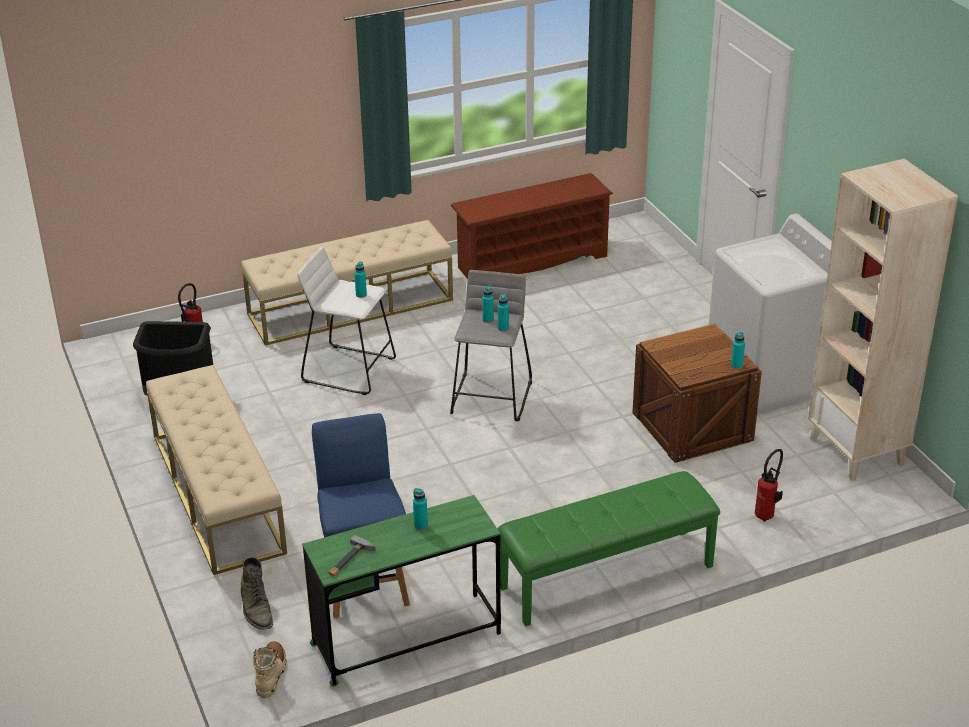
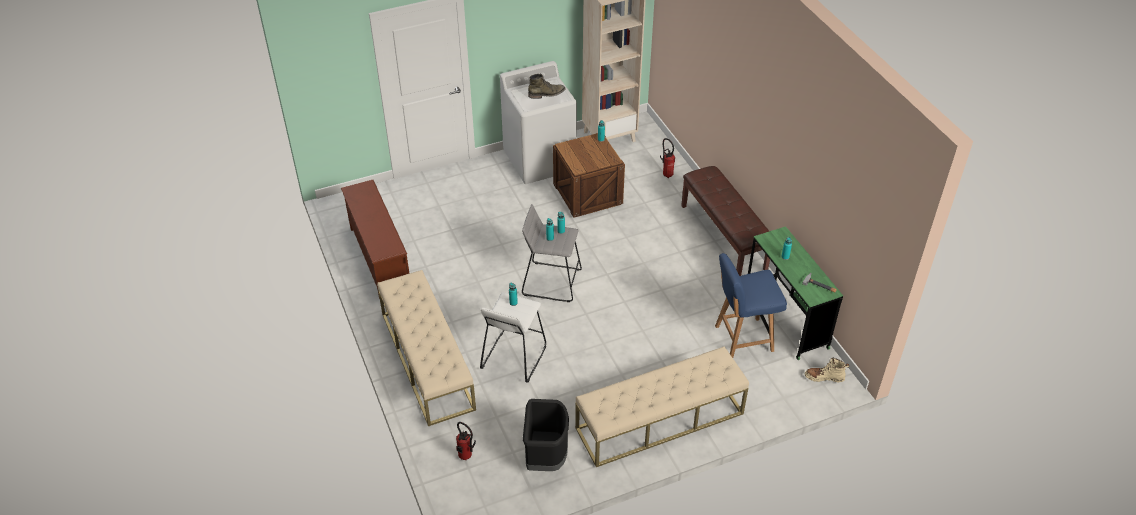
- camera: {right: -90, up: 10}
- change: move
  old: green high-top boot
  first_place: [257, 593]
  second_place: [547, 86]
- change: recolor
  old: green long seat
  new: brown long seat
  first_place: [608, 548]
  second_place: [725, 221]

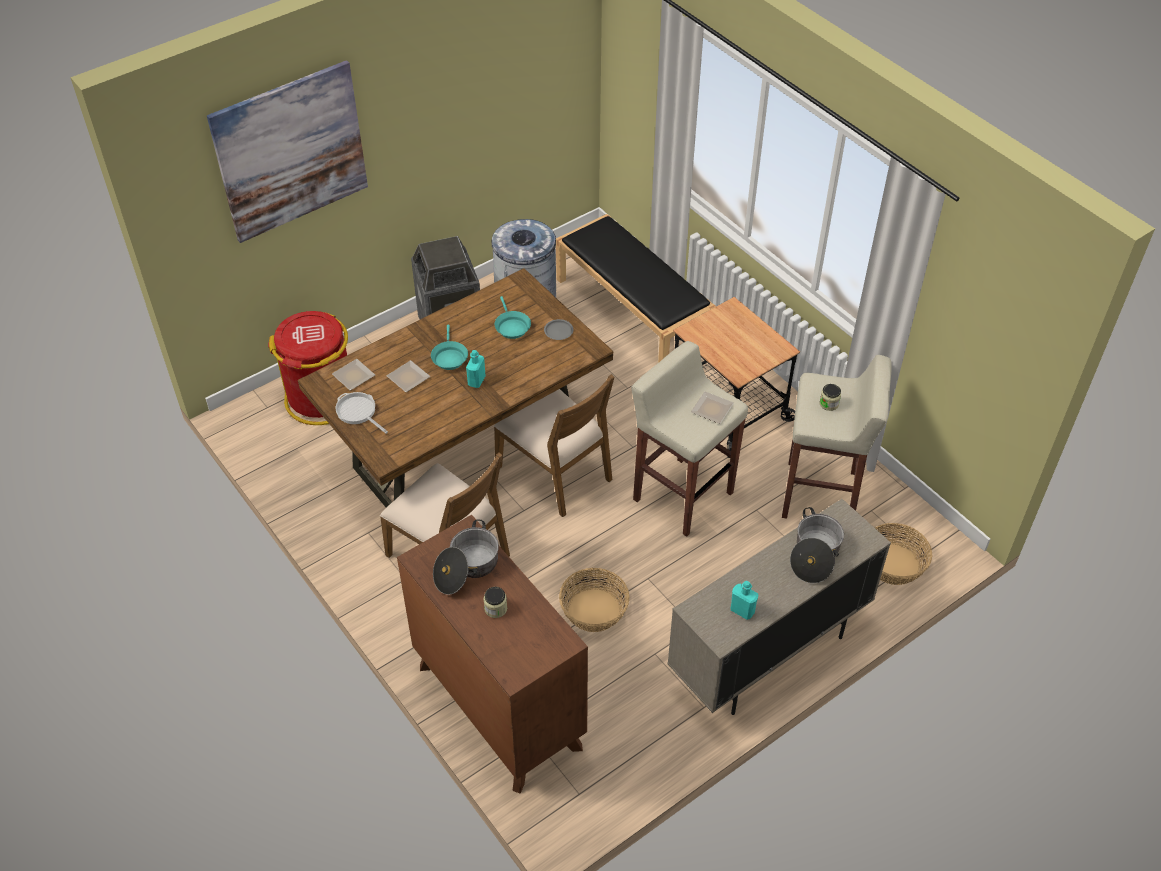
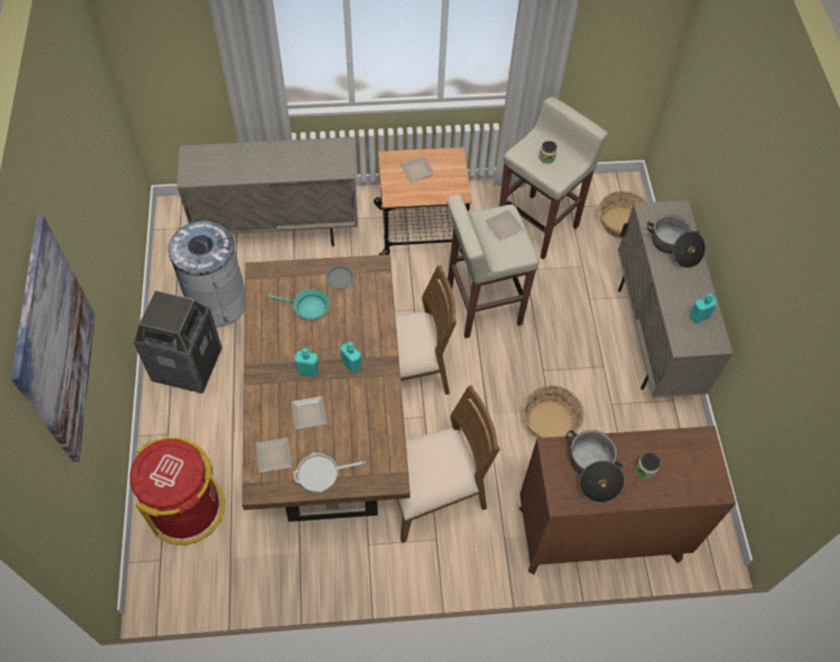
- camera: {right: -60, up: 10}
- change: insert
  new: dinner plate
  second_place: [417, 169]
- change: replace
  old: blue-green skillet
  new: blue-green beverage bottle
  first_place: [449, 347]
  second_place: [307, 362]
- change: replace
  old: black long seat
  new: sand-coloured storage cabinet
  first_place: [636, 288]
  second_place: [267, 191]

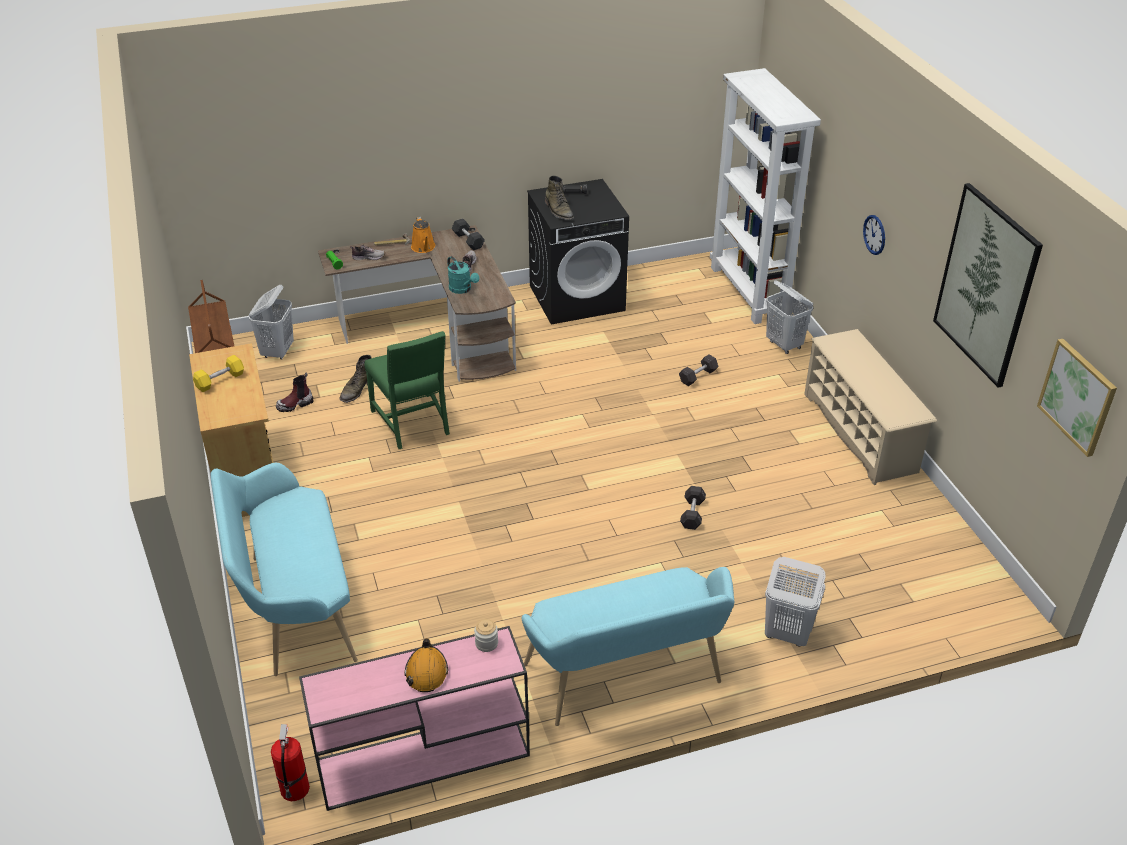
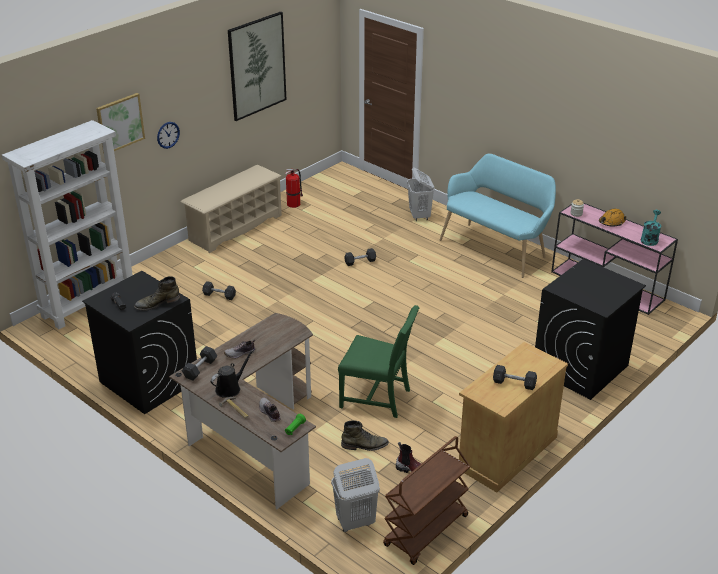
- camera: {right: -120, up: -5}
- change: delete
  old: white-coloured hamper
  first_place: [790, 317]
- change: move
  old: fire extinguisher
  first_place: [290, 762]
  second_place: [294, 188]
- change: move
  old: blue-green sprinkling can
  first_place: [463, 275]
  second_place: [651, 228]
- change: move
  old: picture
  first_place: [1077, 398]
  second_place: [120, 123]
- change: replace
  old: blue-green long seat
  new: black laundry machine
  first_place: [284, 569]
  second_place: [590, 329]
- change: recolor
  old: yellowish free weight
  new: gray free weight
  first_place: [218, 373]
  second_place: [515, 377]
- change: recolor
  old: orange sprinkling can
  new: black sprinkling can
  first_place: [423, 235]
  second_place: [232, 374]
- change: rotate
  old: green chair
  first_place: [407, 390]
  second_place: [378, 361]
  degrees: 75
- change: rotate
  old: green high-top boot
  first_place: [559, 197]
  second_place: [157, 293]
  degrees: -150

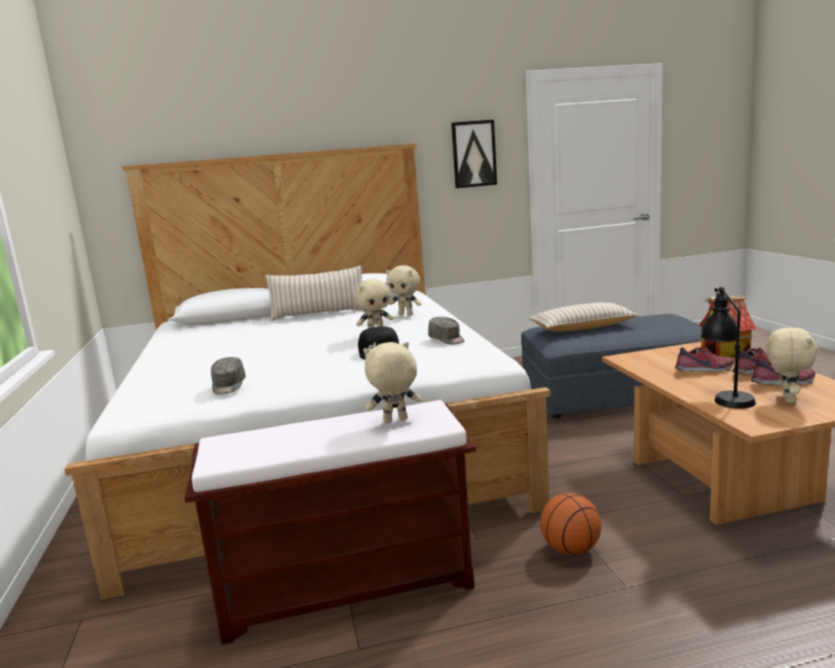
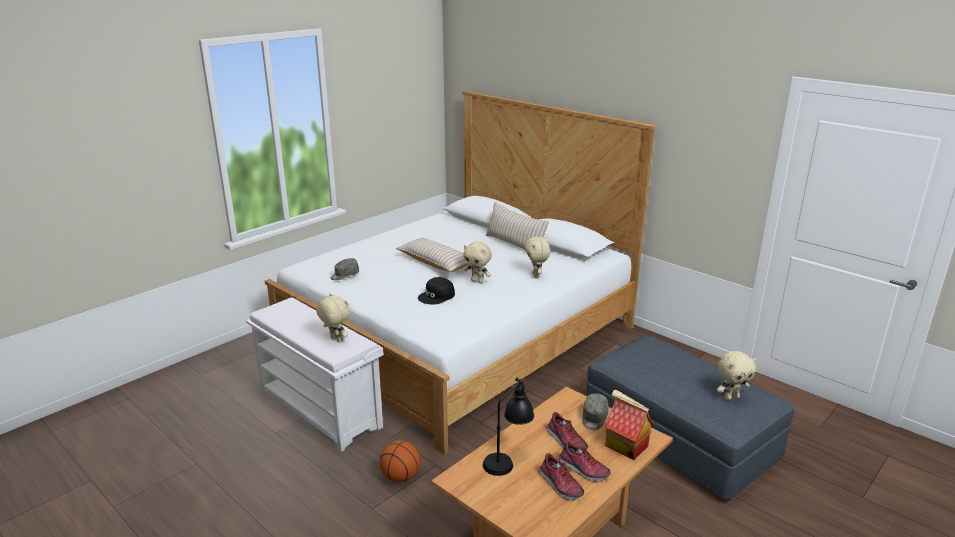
- camera: {right: 55, up: 10}
- change: delete
  old: picture
  first_place: [474, 154]
- change: move
  old: gray baseball cap
  first_place: [446, 330]
  second_place: [595, 411]
- change: move
  old: sand-coloured cushion
  first_place: [583, 316]
  second_place: [433, 255]
- change: move
  old: sand-coloured cuddly toy
  first_place: [792, 365]
  second_place: [736, 375]
- change: recolor
  old: brown long seat
  new: white-coloured long seat
  first_place: [330, 522]
  second_place: [315, 374]

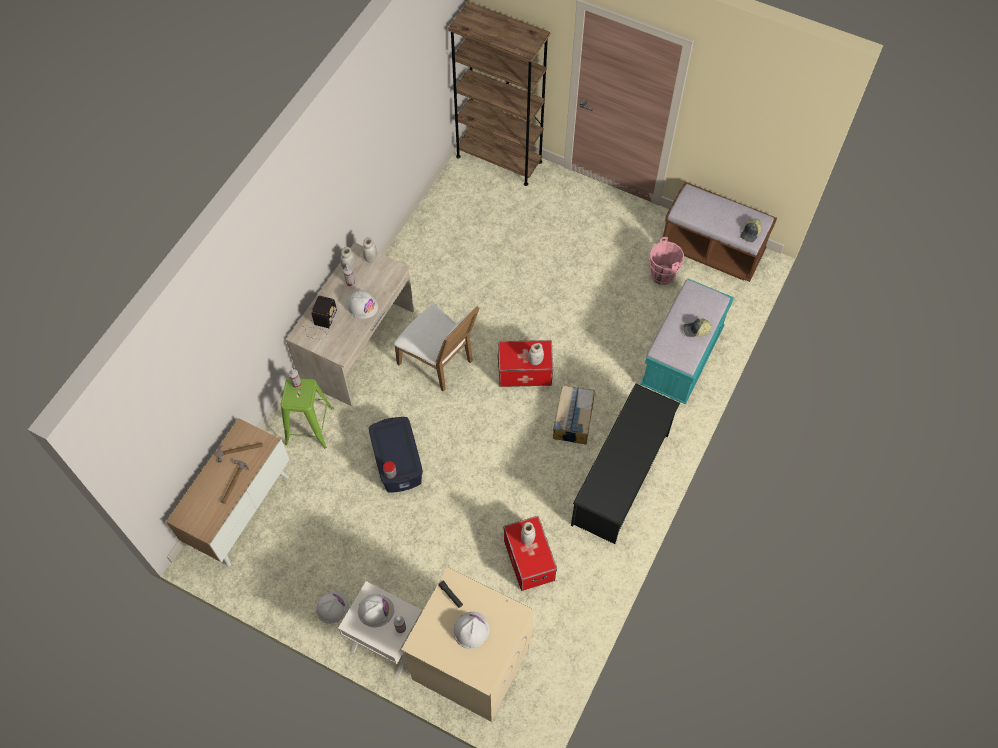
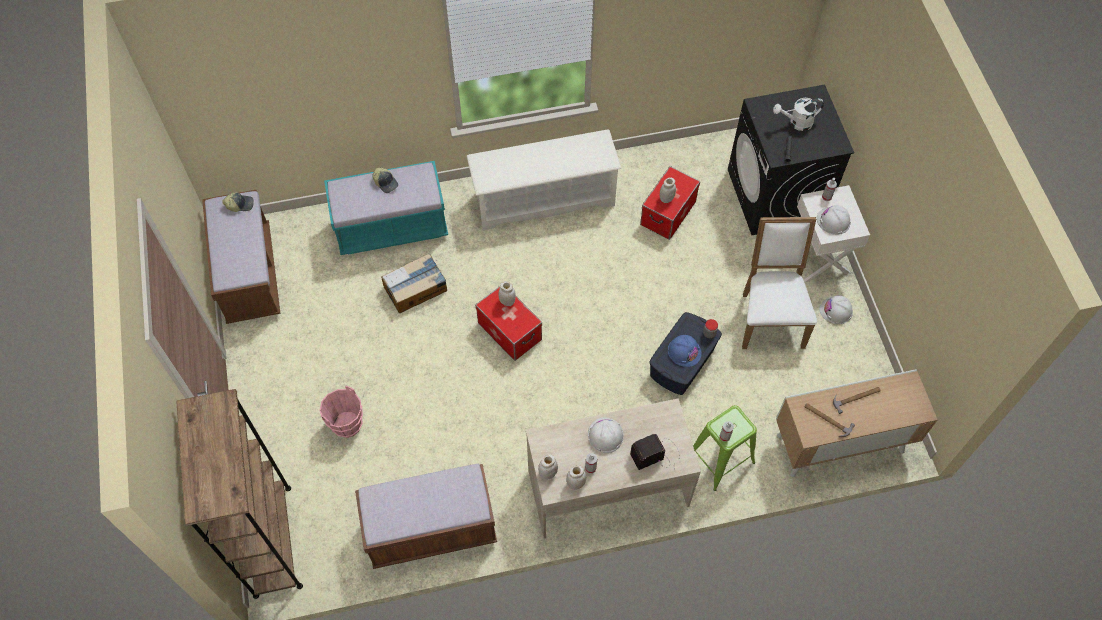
- camera: {right: -130, up: 0}
- change: insert
  new: brown long seat
  second_place: [426, 516]
- change: insert
  new: bluish work helmet
  second_place: [685, 351]
- change: move
  old: white-coloured chair
  first_place: [437, 348]
  second_place: [779, 283]
- change: move
  old: carton
  first_place: [574, 414]
  second_place: [414, 283]
- change: move
  old: pink-coloured bucket
  first_place: [666, 261]
  second_place: [341, 412]
- change: replace
  old: white-coloured work helmet
  new: white-coloured sprinkling can
  first_place: [471, 630]
  second_place: [798, 114]
- change: recolor
  old: sand-coloured laundry machine
  new: black laundry machine
  first_place: [467, 644]
  second_place: [791, 160]
- change: recolor
  old: black shoe shelf
  new: white-coloured shoe shelf
  first_place: [625, 463]
  second_place: [544, 180]

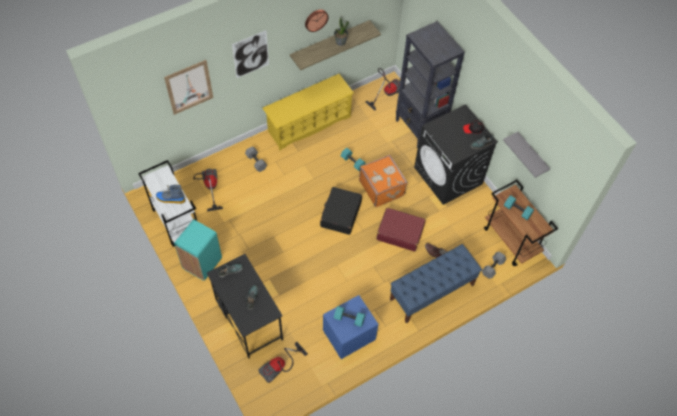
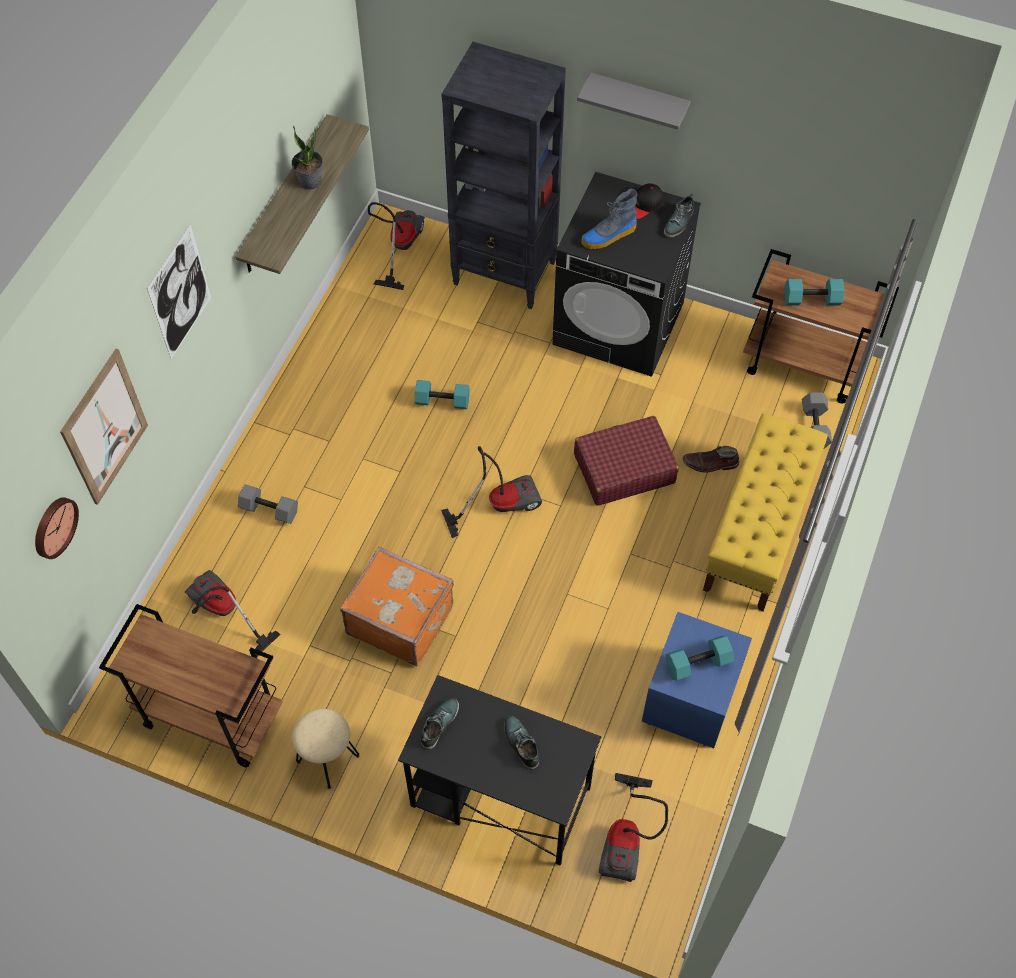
- camera: {right: -35, up: 0}
- change: delete
  old: yellowish shoe shelf
  first_place: [308, 112]
- change: move
  old: high-top boot
  first_place: [171, 194]
  second_place: [609, 219]
- change: move
  old: clock on the wall
  first_place: [316, 21]
  second_place: [57, 528]
- change: move
  old: orange suitcase
  first_place: [383, 181]
  second_place: [397, 607]
- change: move
  old: gray shelf
  first_place: [526, 155]
  second_place: [634, 101]
- change: replace
  old: blue-green rubbish bin
  new: sand-coloured stool seat
  first_place: [198, 250]
  second_place: [325, 749]
- change: replace
  old: black suitcase
  new: vacuum
  first_place: [341, 211]
  second_place: [491, 492]
- change: recolor
  old: white-coloured trolley
  new: brown trolley
  first_place: [167, 203]
  second_place: [191, 686]
- change: recolor
  old: bluish long seat
  new: yellowish long seat
  first_place: [436, 283]
  second_place: [765, 512]

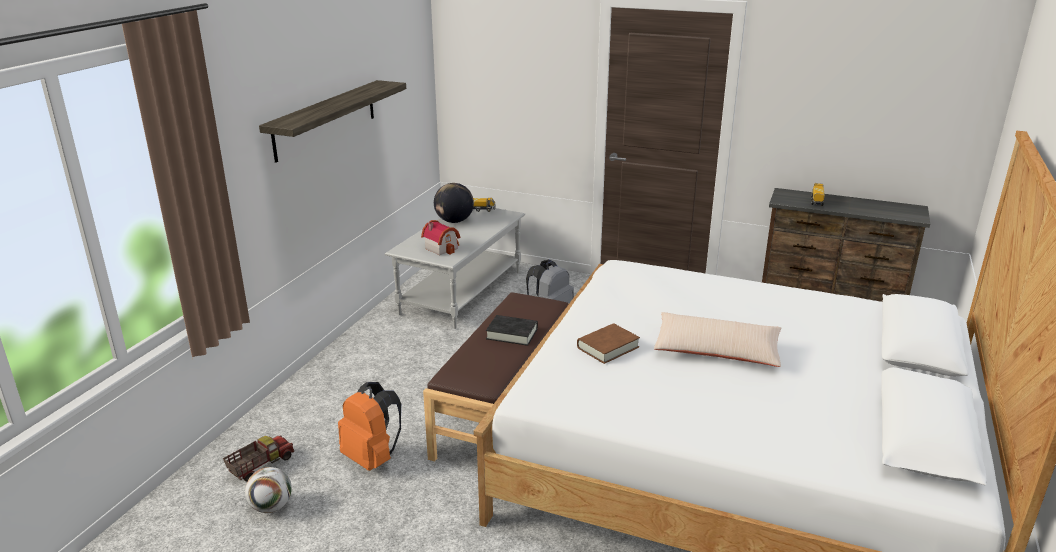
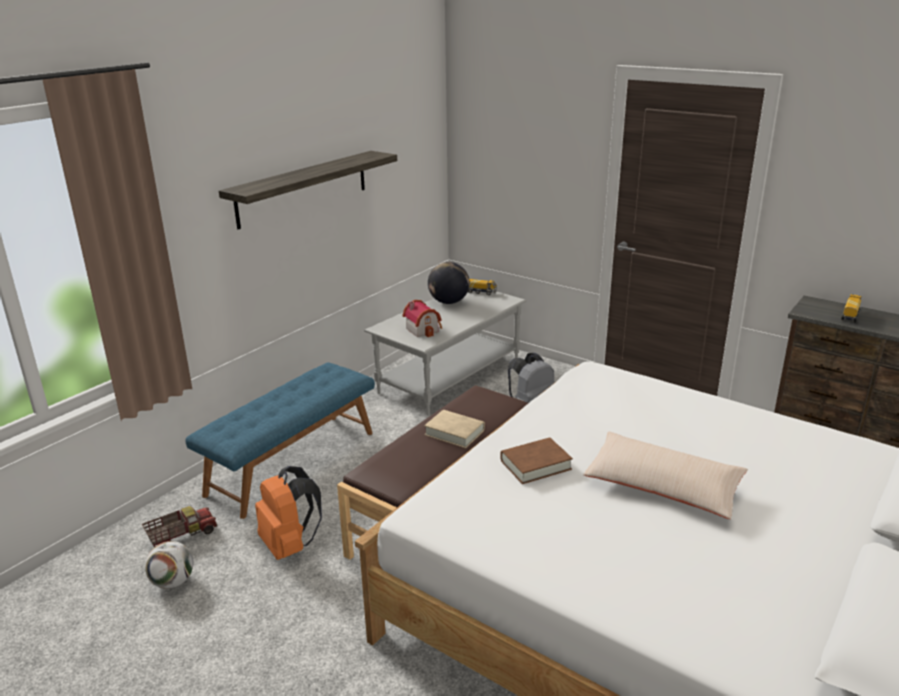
- camera: {right: 15, up: 0}
- change: insert
  new: bluish long seat
  second_place: [280, 440]
- change: recolor
  old: black bound book
  new: sand-coloured bound book
  first_place: [512, 330]
  second_place: [454, 429]

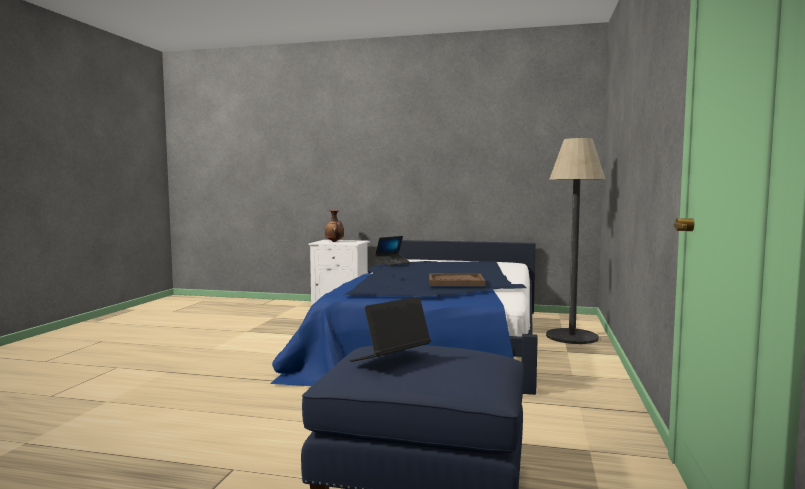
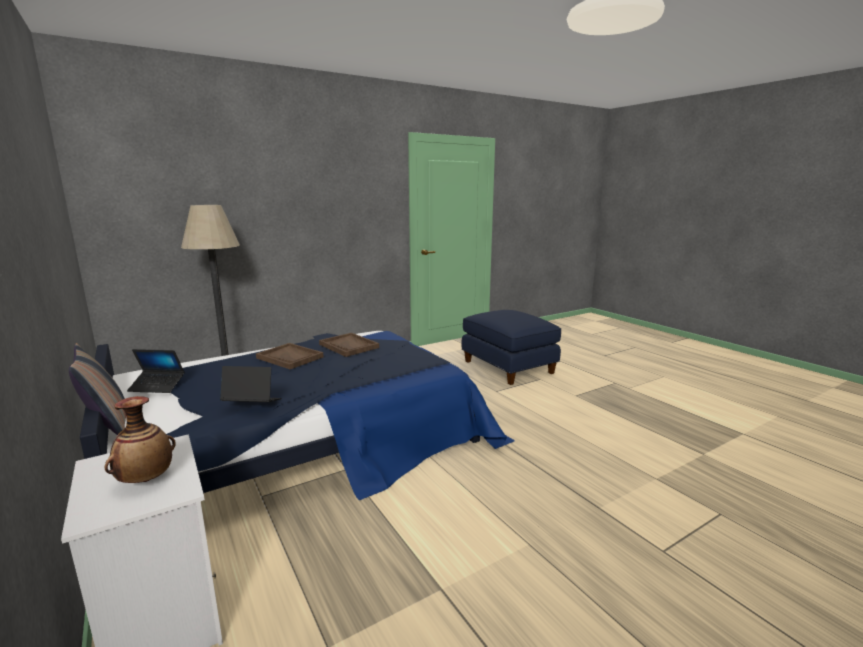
- camera: {right: -135, up: 10}
- change: insert
  new: cushion
  second_place: [97, 389]
- change: insert
  new: brown tray
  second_place: [290, 356]
- change: move
  old: notebook computer
  first_place: [390, 329]
  second_place: [156, 371]

